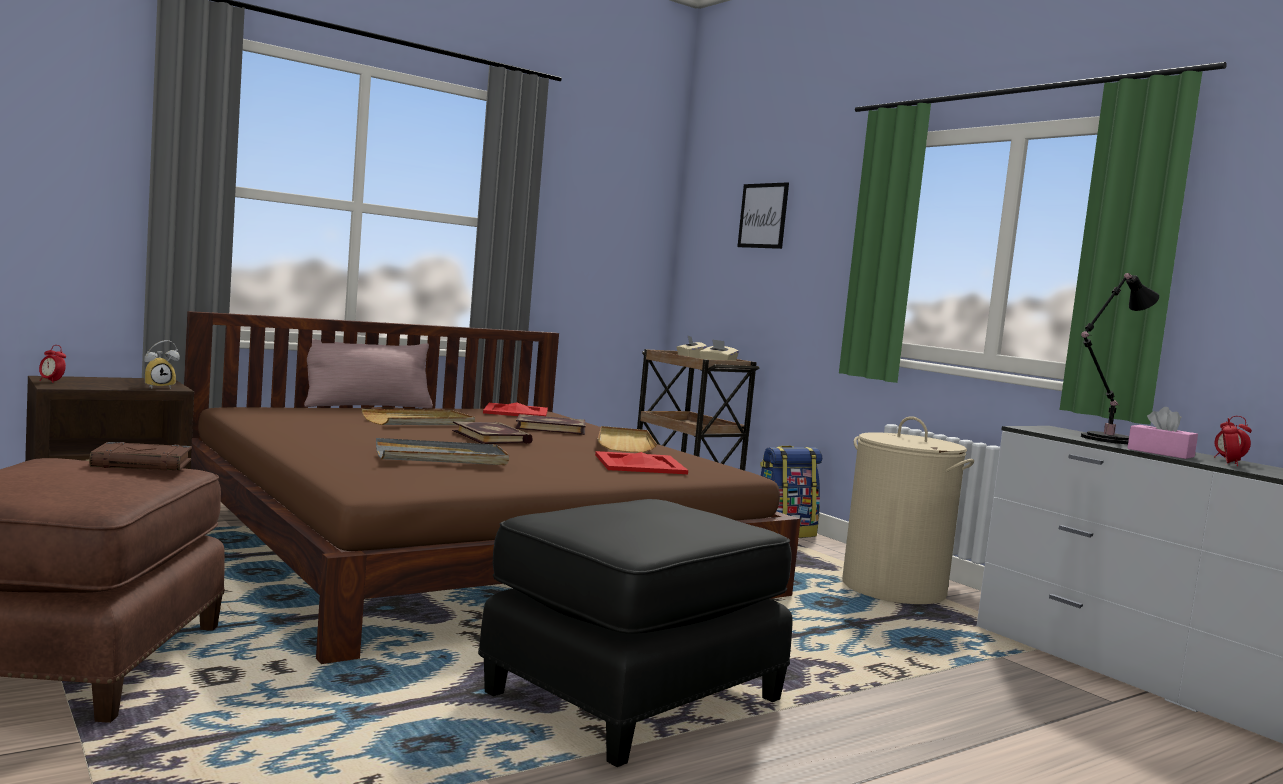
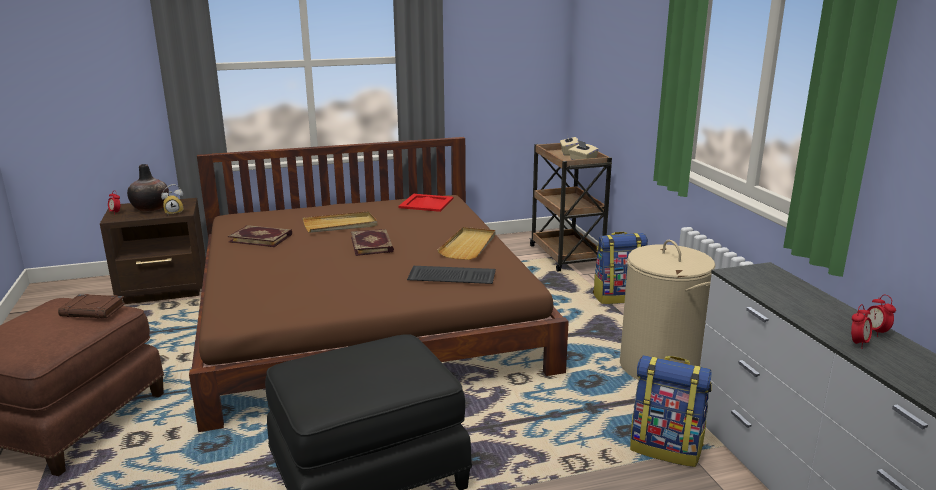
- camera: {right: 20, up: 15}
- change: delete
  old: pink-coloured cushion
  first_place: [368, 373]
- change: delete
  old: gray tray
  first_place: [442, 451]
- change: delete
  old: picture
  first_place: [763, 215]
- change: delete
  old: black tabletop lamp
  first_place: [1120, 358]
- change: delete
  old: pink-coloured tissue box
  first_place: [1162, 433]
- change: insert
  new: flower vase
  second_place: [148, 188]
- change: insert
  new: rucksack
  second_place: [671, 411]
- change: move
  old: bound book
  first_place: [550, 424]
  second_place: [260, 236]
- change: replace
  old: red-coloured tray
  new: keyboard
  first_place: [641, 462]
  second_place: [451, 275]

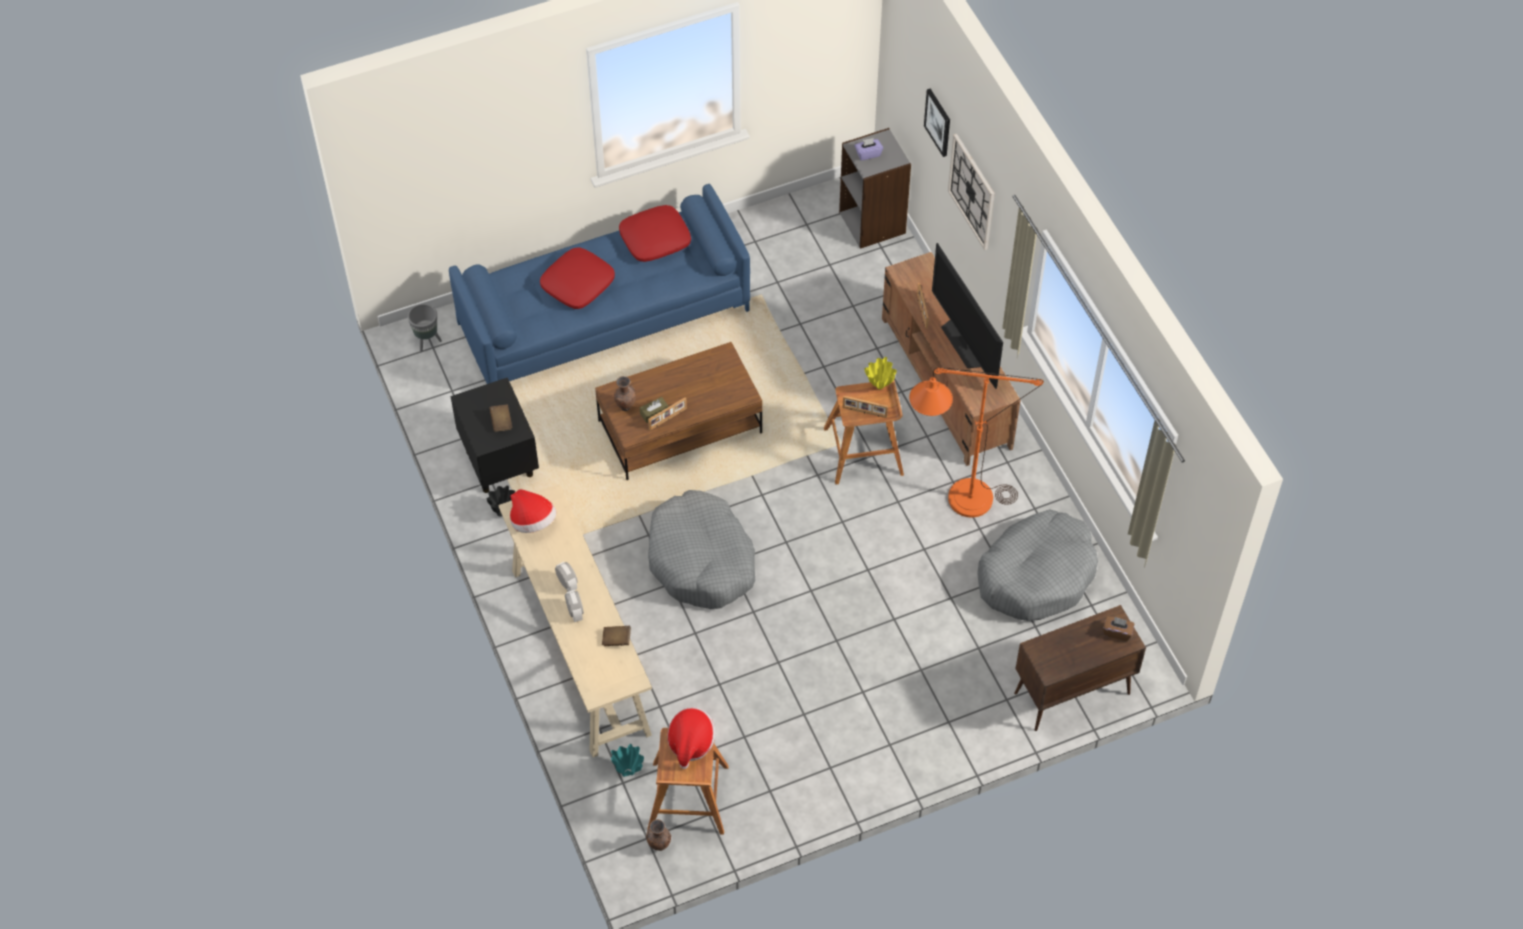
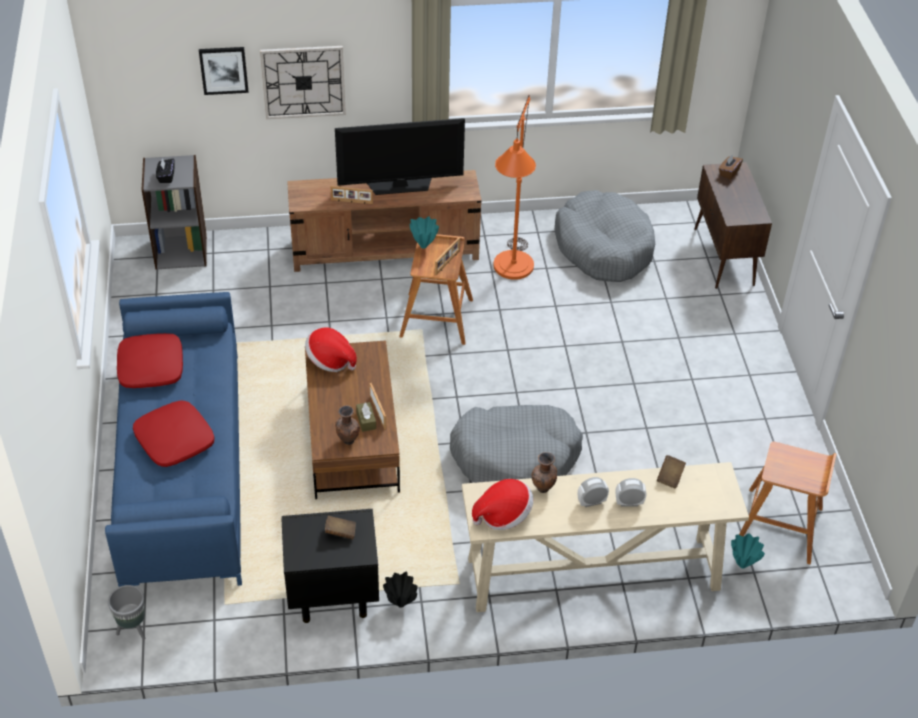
- camera: {right: -75, up: -10}
- change: move
  old: brown flower vase
  first_place: [658, 835]
  second_place: [544, 472]
- change: move
  old: clothing hat
  first_place: [691, 738]
  second_place: [331, 349]
- change: recolor
  old: purple-coloured tissue box
  new: black tissue box
  first_place: [868, 149]
  second_place: [165, 170]
- change: recolor
  old: yellowish flower vase
  new: blue-green flower vase
  first_place: [881, 373]
  second_place: [424, 232]

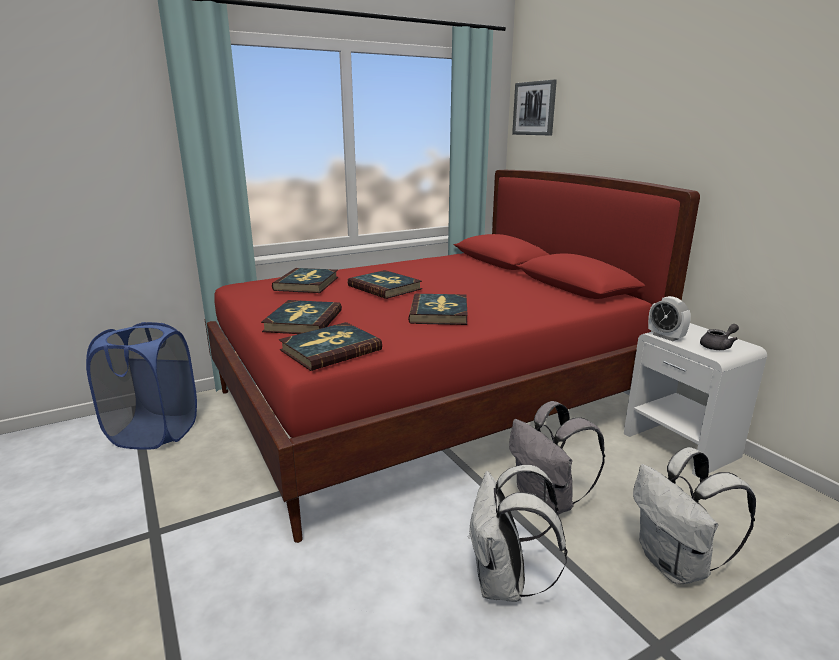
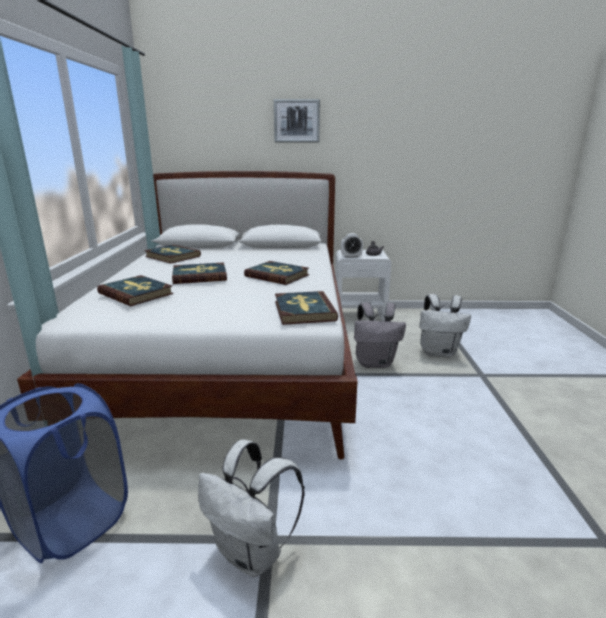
- camera: {right: -60, up: 0}
- change: move
  old: bound book
  first_place: [301, 317]
  second_place: [172, 254]
- change: move
  old: white-coloured rucksack
  first_place: [517, 533]
  second_place: [251, 508]
- change: move
  old: picture
  first_place: [534, 107]
  second_place: [297, 120]
- change: recolor
  old: red-coloured bedroom bed
  new: white-coloured bedroom bed
  first_place: [452, 356]
  second_place: [187, 315]

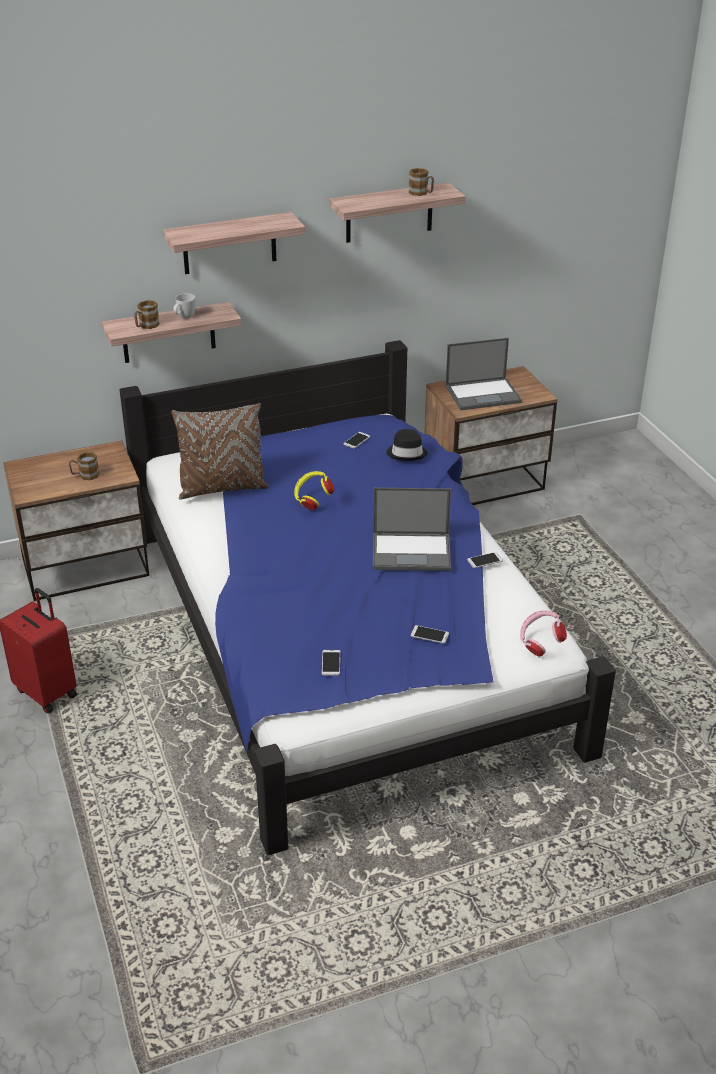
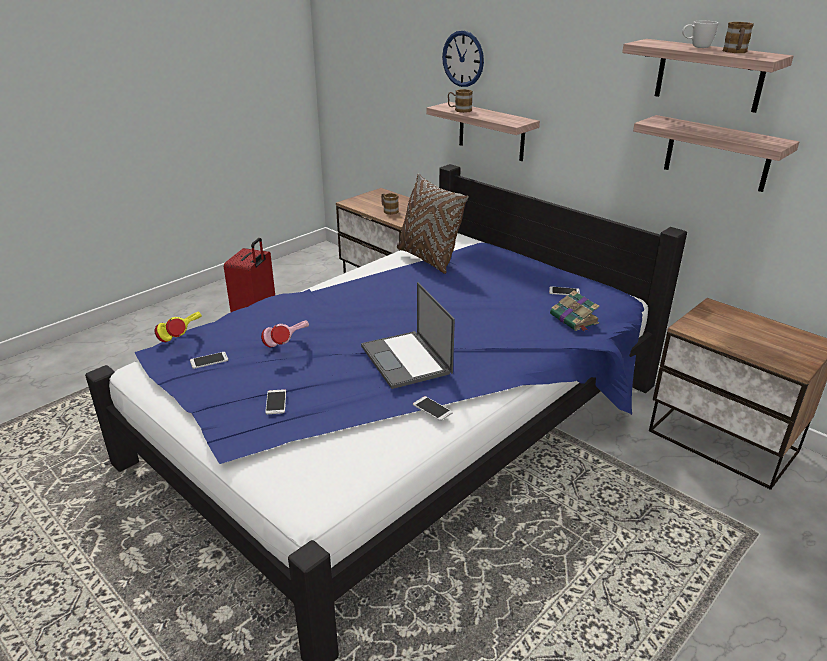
- camera: {right: 65, up: -5}
- change: delete
  old: notebook computer
  first_place: [484, 374]
- change: insert
  new: clock on the wall
  second_place: [463, 59]
- change: move
  old: shelf
  first_place: [234, 243]
  second_place: [716, 153]
- change: move
  old: white-coloured coffee mug
  first_place: [184, 305]
  second_place: [700, 34]
- change: move
  old: yellowish pair of headphones
  first_place: [314, 490]
  second_place: [178, 327]
- change: move
  old: pink-coloured pair of headphones
  first_place: [543, 633]
  second_place: [285, 334]
- change: replace
  old: black clothing hat
  new: bound book
  first_place: [407, 445]
  second_place: [575, 310]

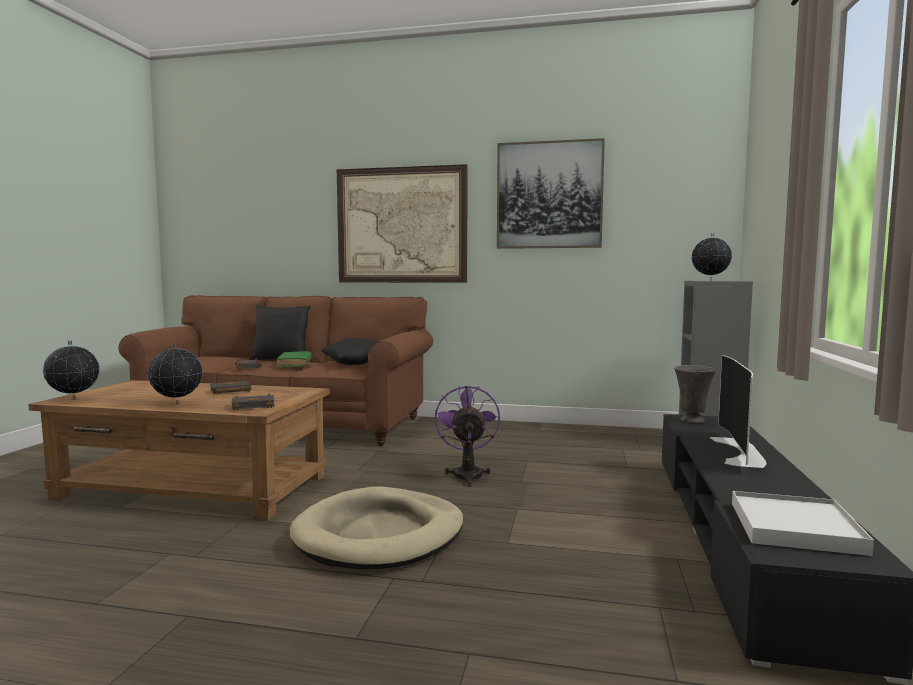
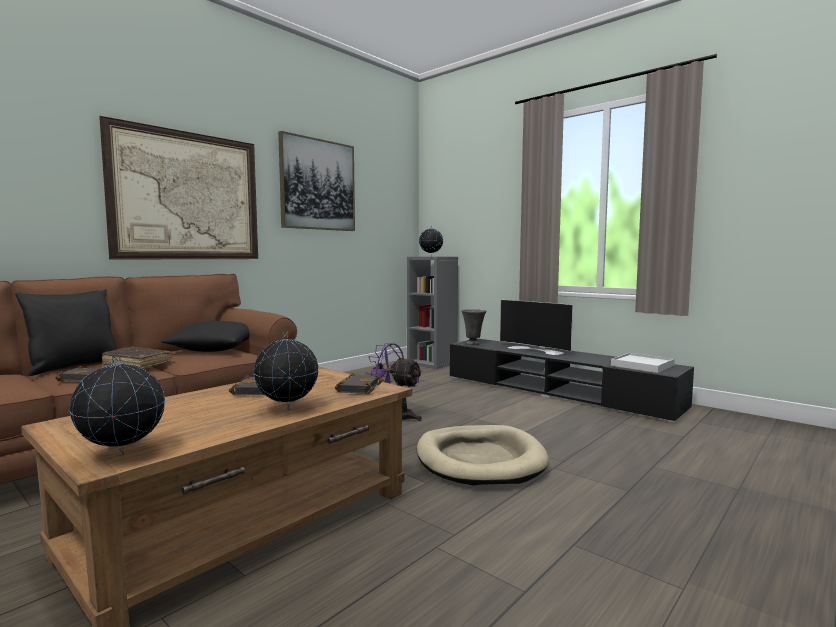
- camera: {right: -60, up: 0}
- change: recolor
  old: green bound book
  new: brown bound book
  first_place: [294, 359]
  second_place: [137, 357]

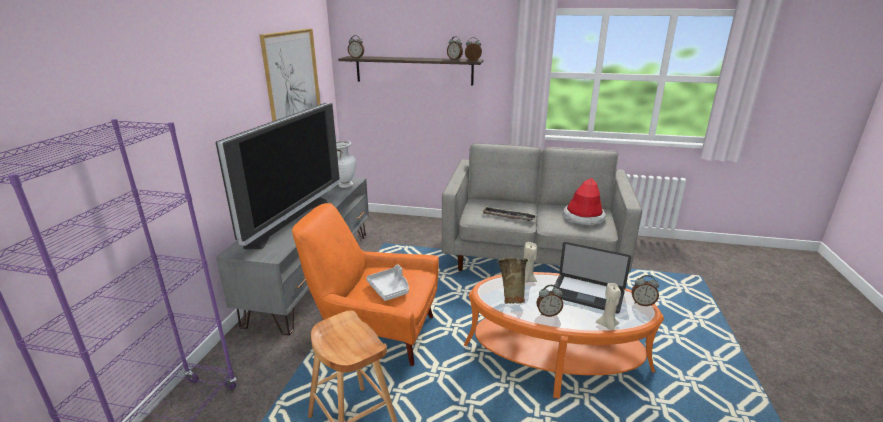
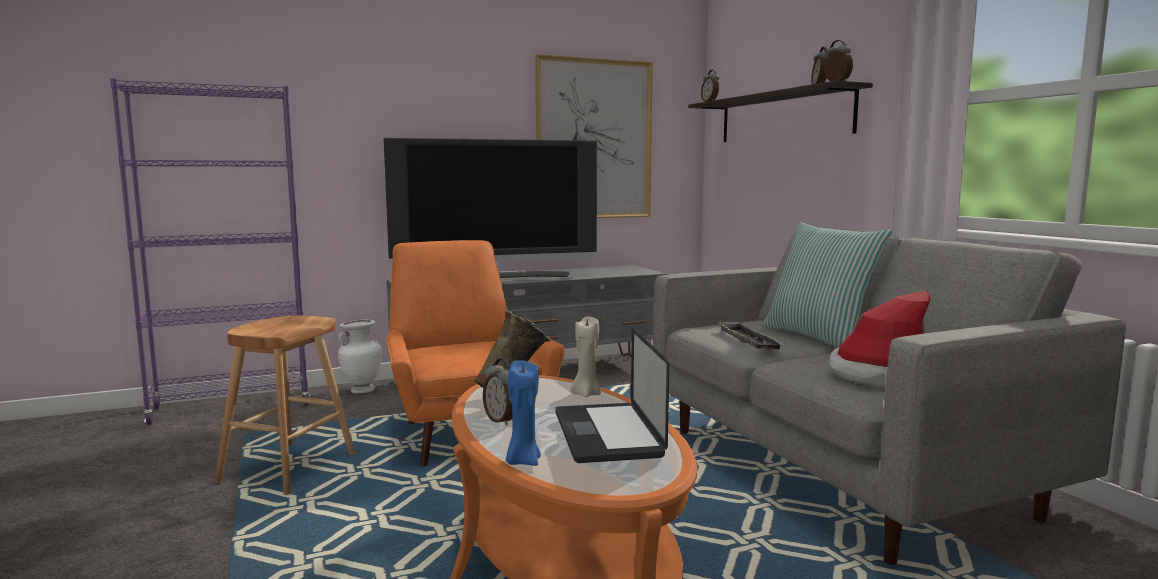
- camera: {right: 55, up: -15}
- change: delete
  old: gray tray
  first_place: [387, 283]
- change: delete
  old: alarm clock
  first_place: [645, 290]
- change: insert
  new: cushion
  second_place: [827, 285]
- change: move
  old: white-coloured flower vase
  first_place: [346, 164]
  second_place: [360, 357]
- change: recolor
  old: sand-coloured wax candle
  new: bluish wax candle
  first_place: [608, 306]
  second_place: [523, 413]

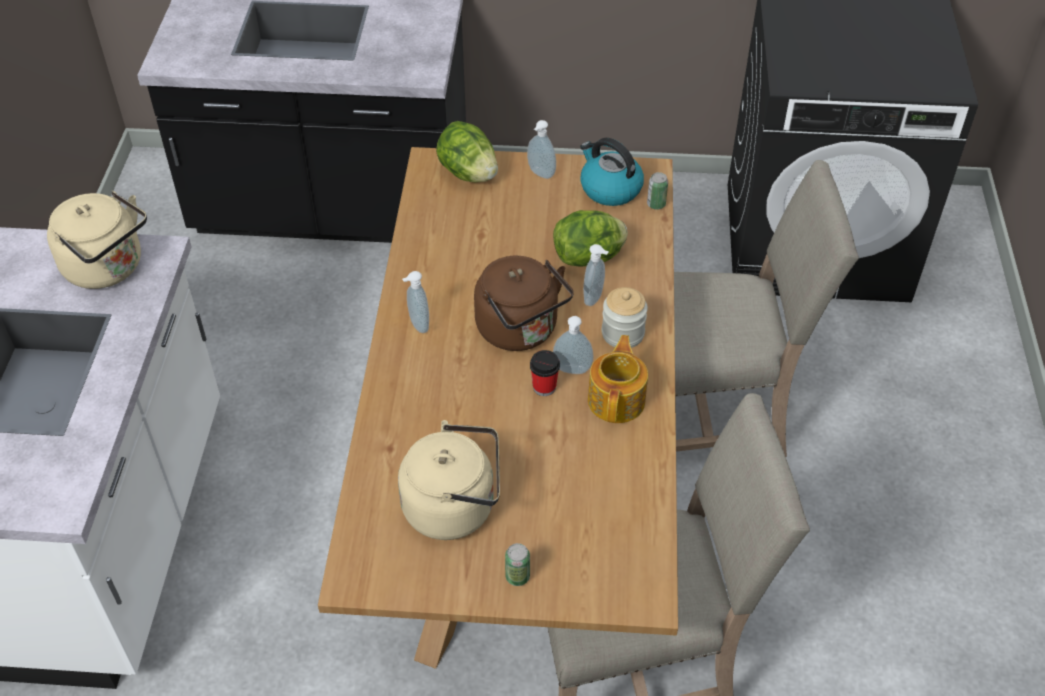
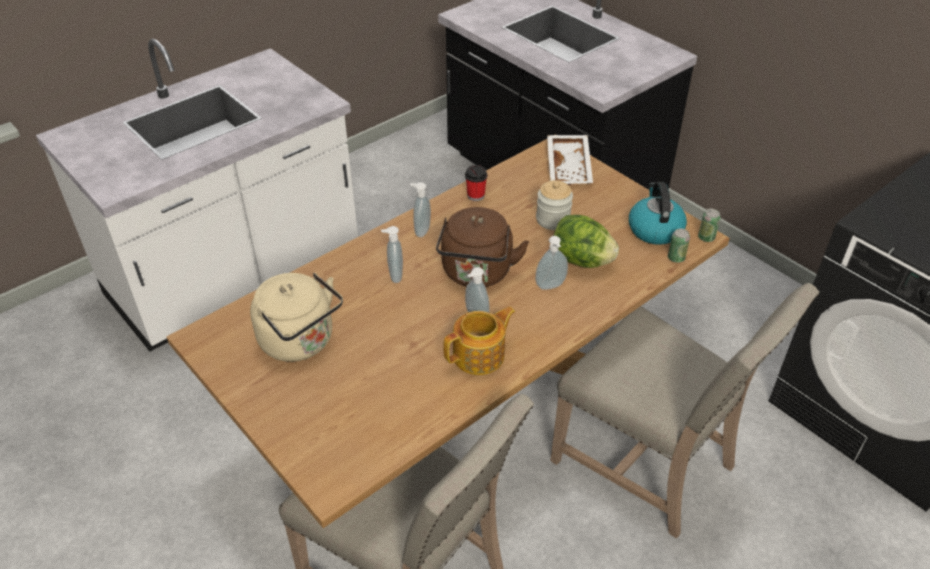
- camera: {right: 45, up: -5}
- change: delete
  old: sand-coloured tea kettle
  first_place: [97, 240]
- change: move
  old: metal can
  first_place: [517, 564]
  second_place: [709, 225]
- change: move
  old: soap bottle
  first_place: [541, 149]
  second_place: [392, 254]
- change: move
  old: cup
  first_place: [545, 373]
  second_place: [476, 183]
- change: move
  old: jar
  first_place: [625, 317]
  second_place: [554, 205]
- change: replace
  old: head of lettuce
  new: white-coloured tray
  first_place: [467, 152]
  second_place: [570, 160]

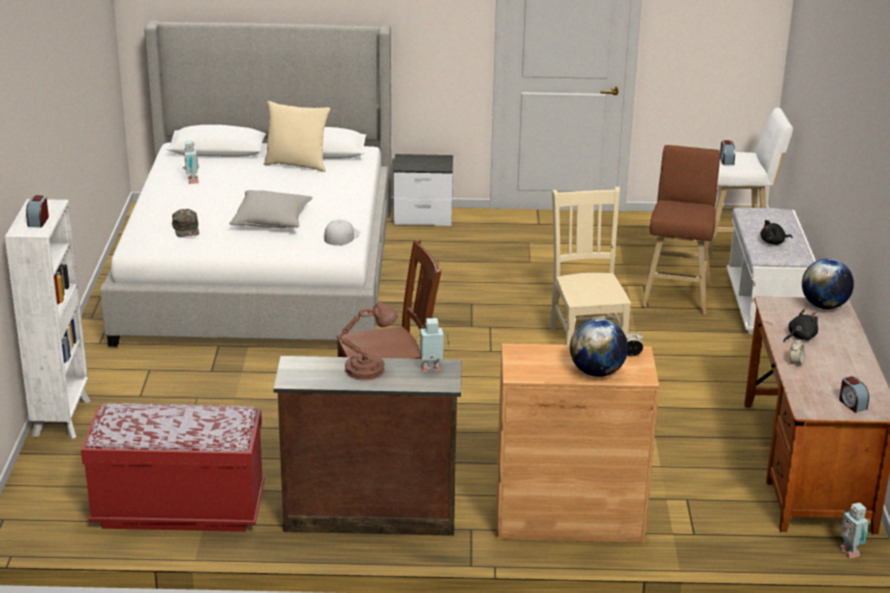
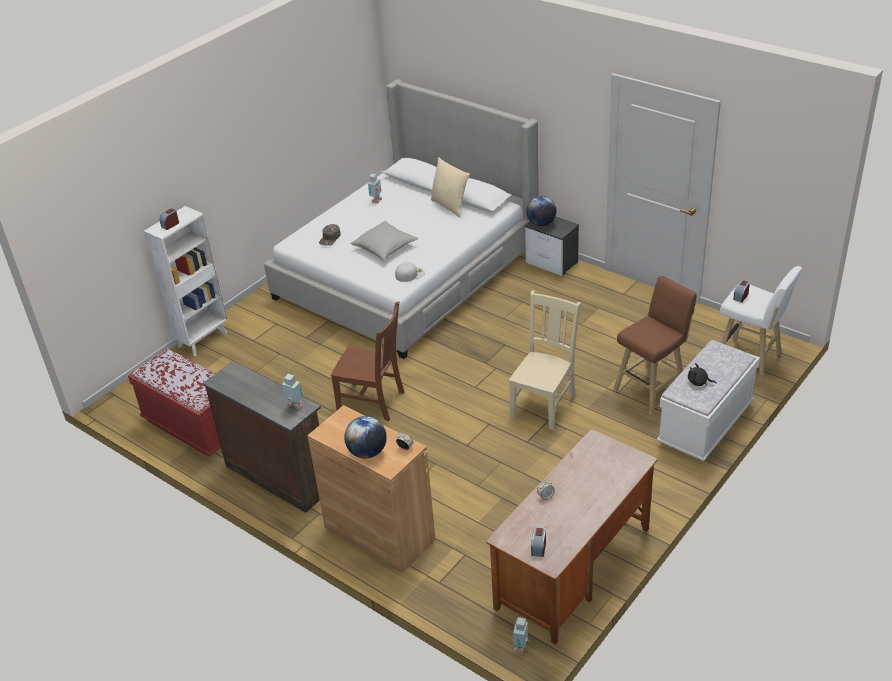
- camera: {right: 40, up: 10}
- change: delete
  old: brown tabletop lamp
  first_place: [367, 341]
- change: delete
  old: black cuddly toy
  first_place: [800, 325]
- change: move
  old: globe
  first_place: [828, 283]
  second_place: [541, 211]

